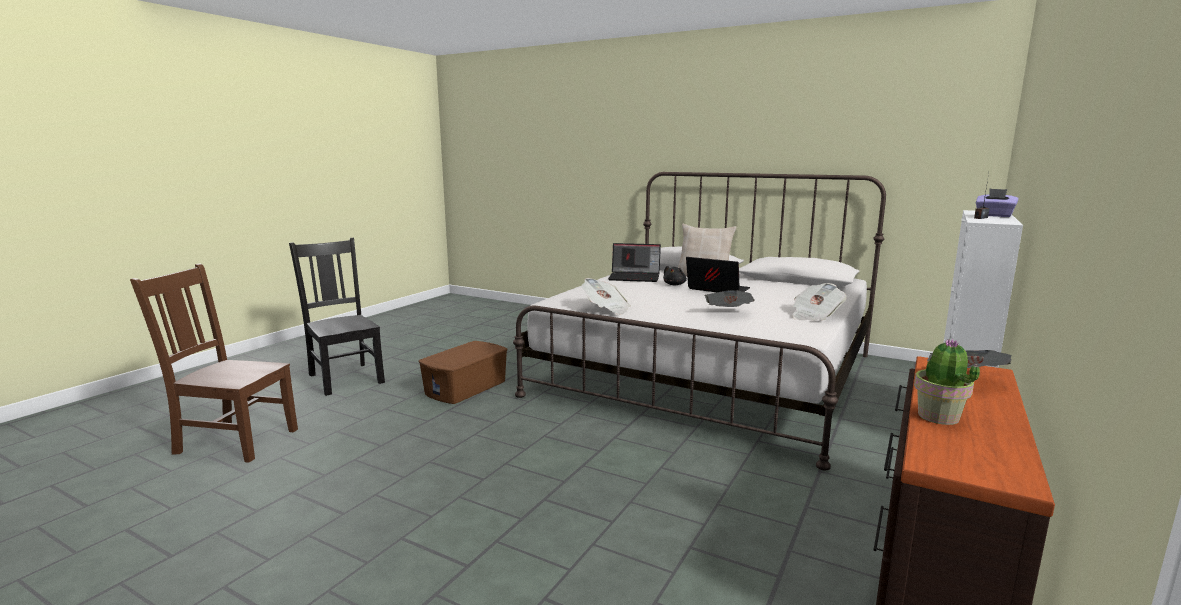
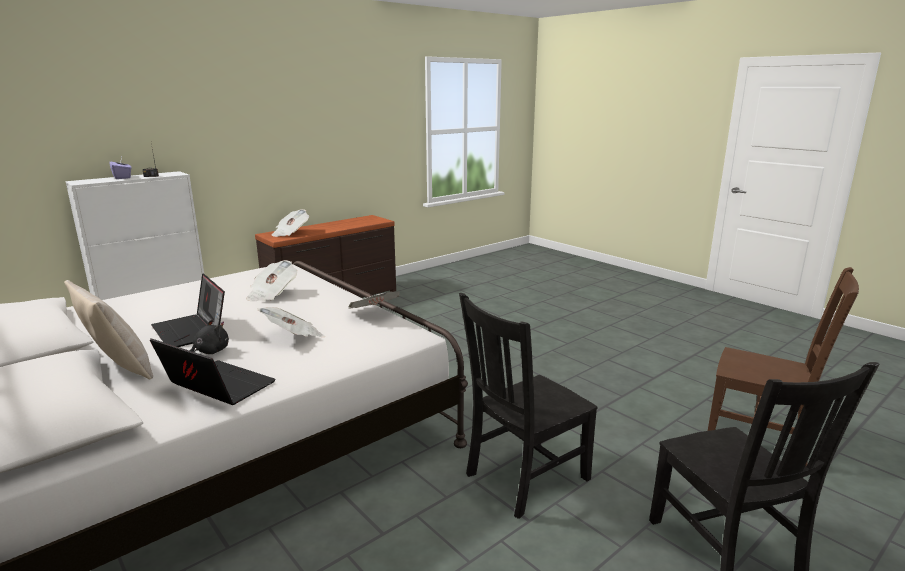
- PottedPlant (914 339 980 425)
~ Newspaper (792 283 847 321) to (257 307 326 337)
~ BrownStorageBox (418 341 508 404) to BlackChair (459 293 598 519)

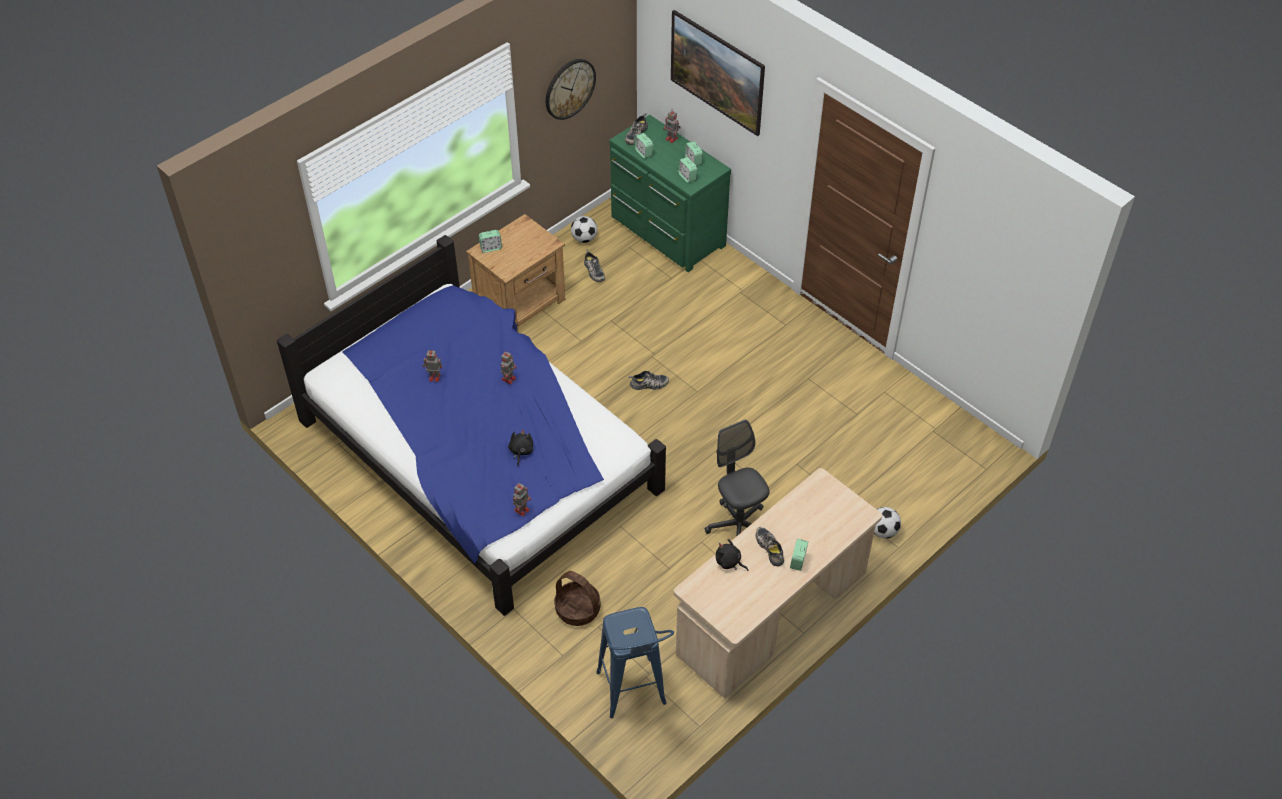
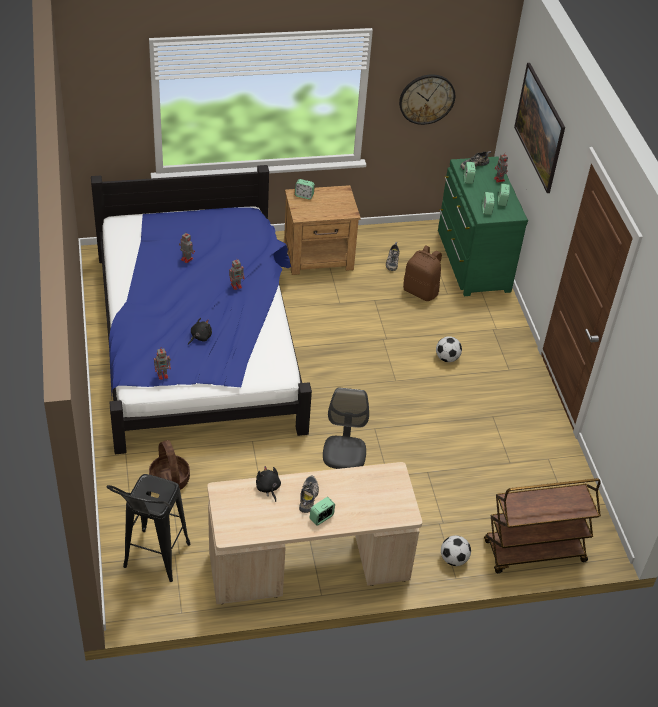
- Shoe (629 371 669 390)
+ BrownBackpack (403 245 442 301)
+ BrownCart (484 478 601 573)
~ Football (571 216 597 243) to (436 336 462 362)
~ BlueStool (596 607 674 718) to BlackStool (106 474 190 582)

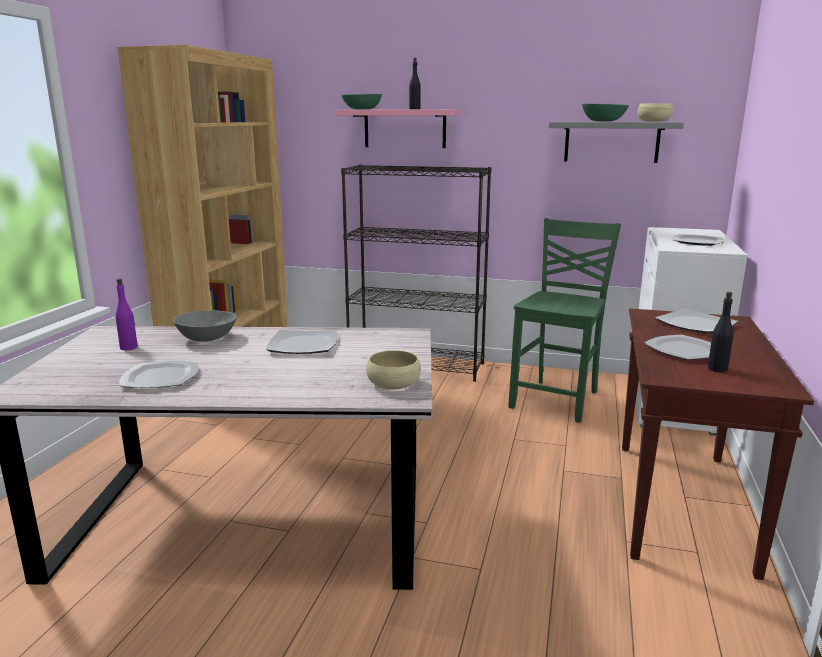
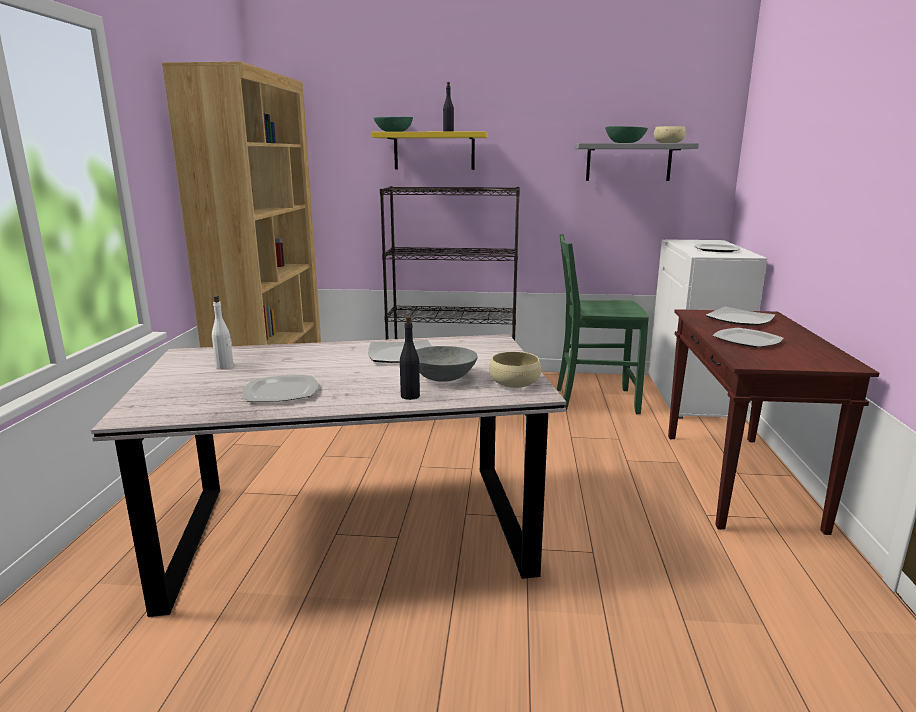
~ GreyBowl (173 310 237 342) to (416 346 478 382)
~ BlackBottle (708 292 733 372) to (400 316 420 400)
~ PurpleBottle (115 279 138 350) to WhiteBottle (212 295 234 369)
~ PinkShelf (336 109 460 148) to YellowShelf (372 131 488 170)
~ GreenChair (508 218 621 423) = (557 234 649 414) 105 degrees counterclockwise

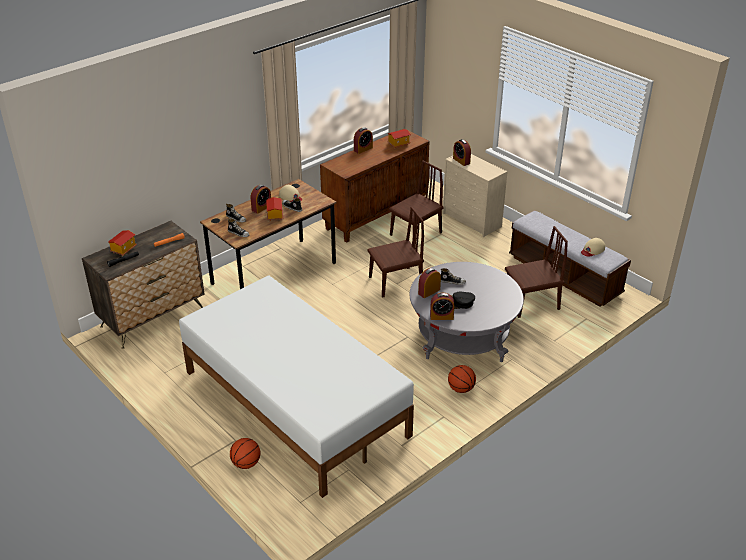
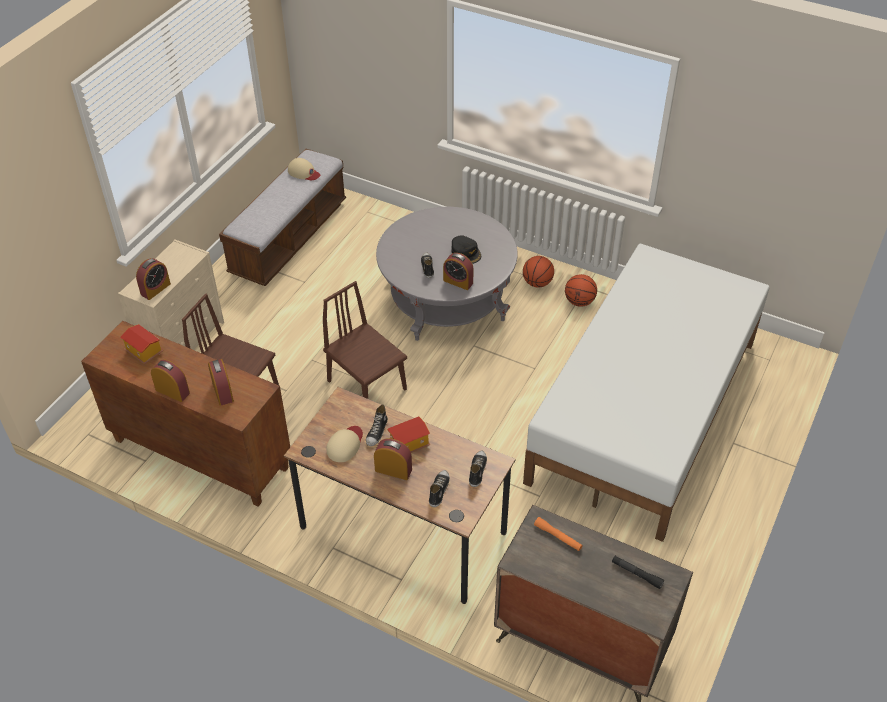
- ToyHouse (108 230 137 256)
- BrownChair (505 226 568 318)
~ Basketball (230 438 260 469) to (565 274 597 307)
~ AlarmClock (430 293 454 320) to (208 359 234 406)

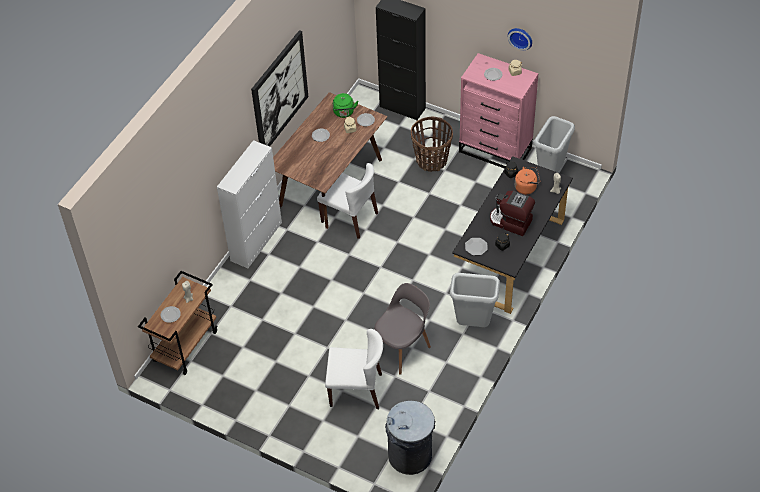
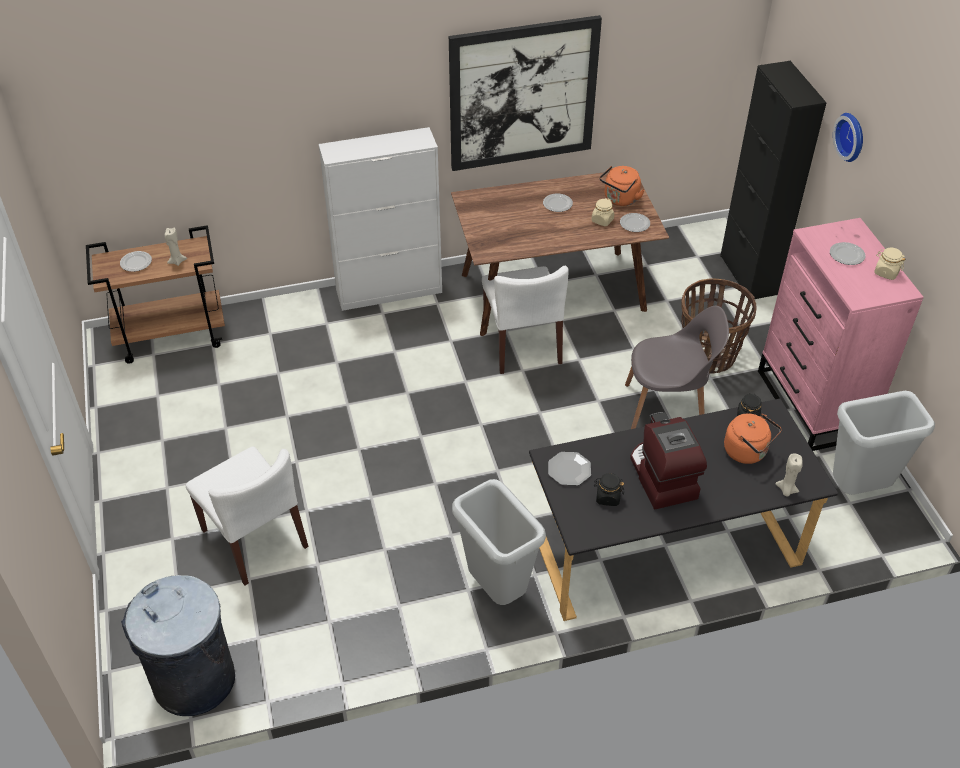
~ GreyChair (374 283 431 375) to (625 306 729 429)
~ WallClock (508 28 532 51) to (833 113 863 162)
~ GreenKettle (333 93 358 118) to OrangeKettle (600 166 645 206)

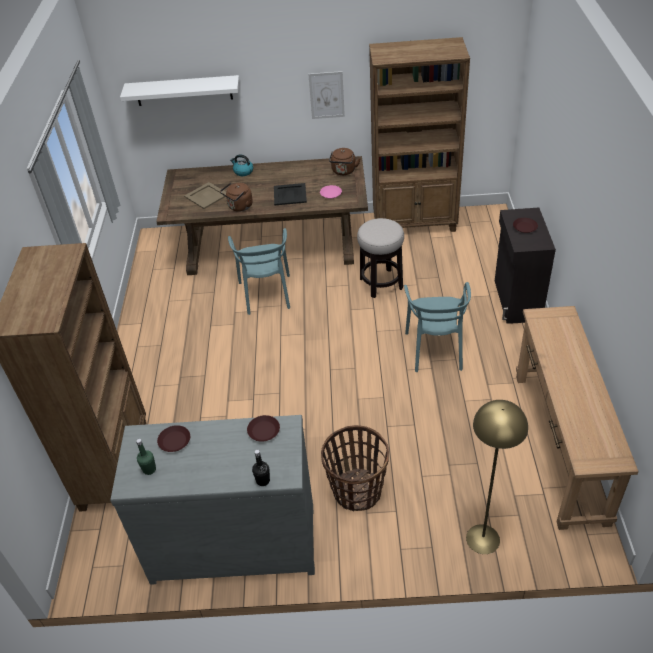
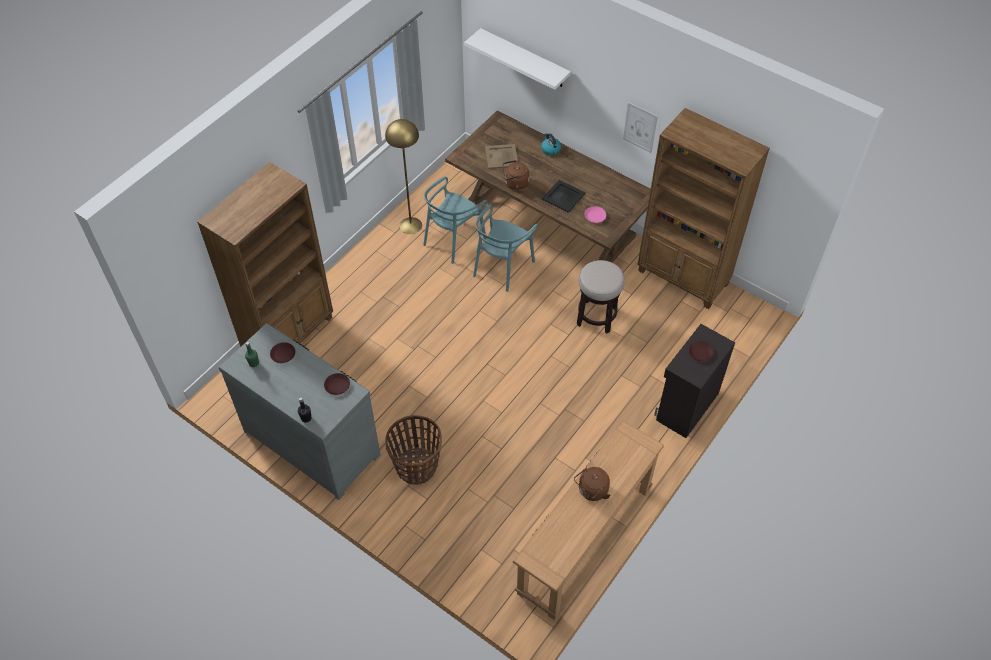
~ BrownKettle (329 148 361 175) to (574 467 611 501)
~ TurquoiseChair (404 282 471 372) to (423 177 487 264)
~ YellowFloorLamp (466 400 528 554) to (385 119 422 234)

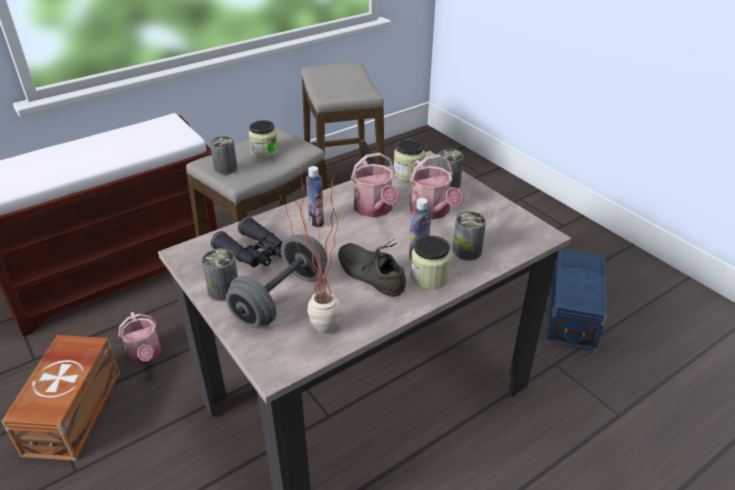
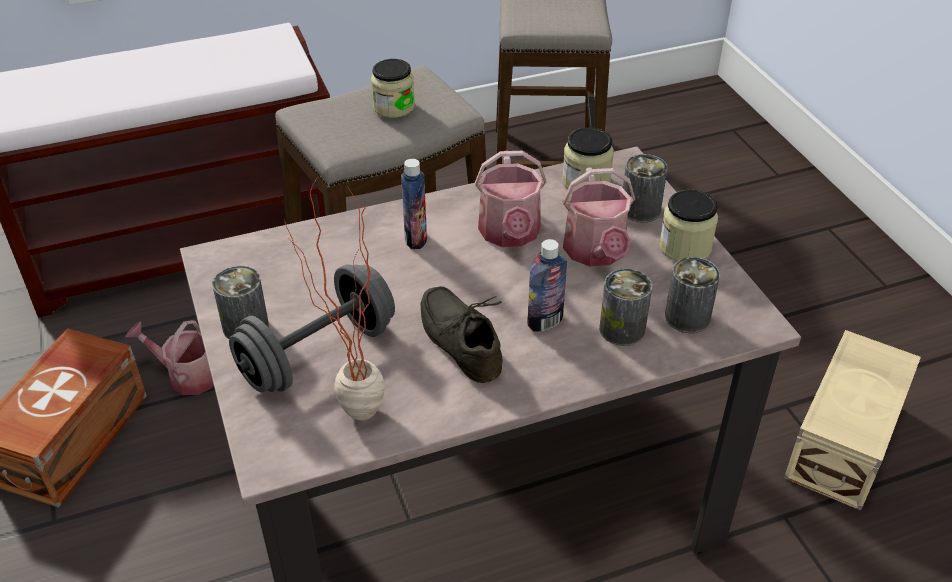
- BlackBinoculars (211 217 283 267)
~ Can (210 136 237 175) to (665 257 720 333)
~ Jar (410 236 451 290) to (659 190 718 261)
~ BlueStorageBox (546 249 607 352) to BeigeStorageBox (784 330 921 510)
~ WateringCan (118 312 161 364) = (125 320 214 395) 120 degrees clockwise

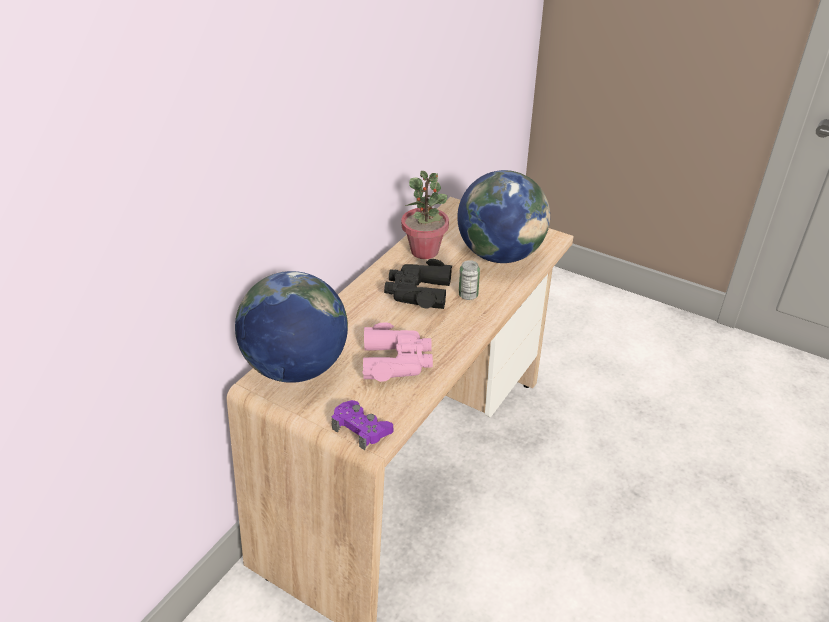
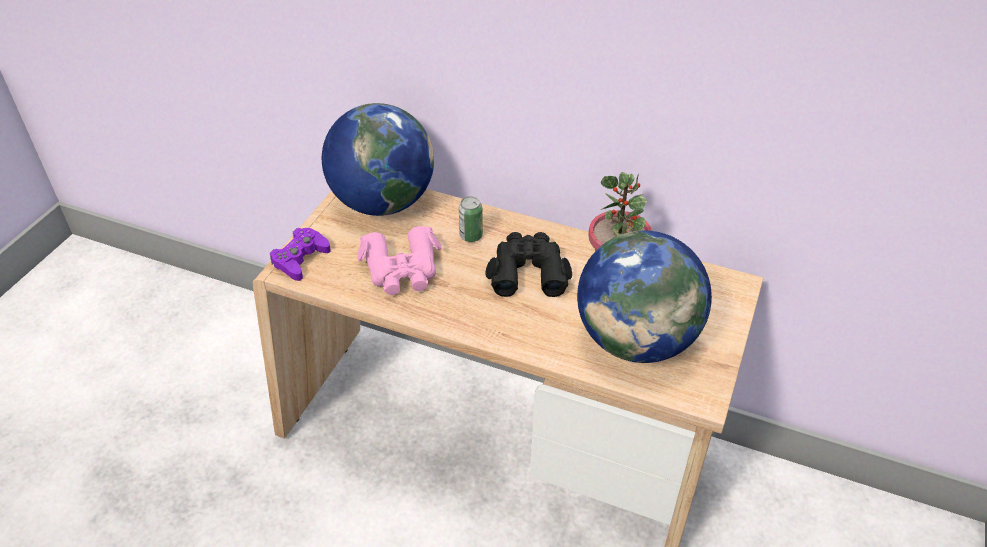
~ Can (459 260 480 300) to (459 196 483 242)

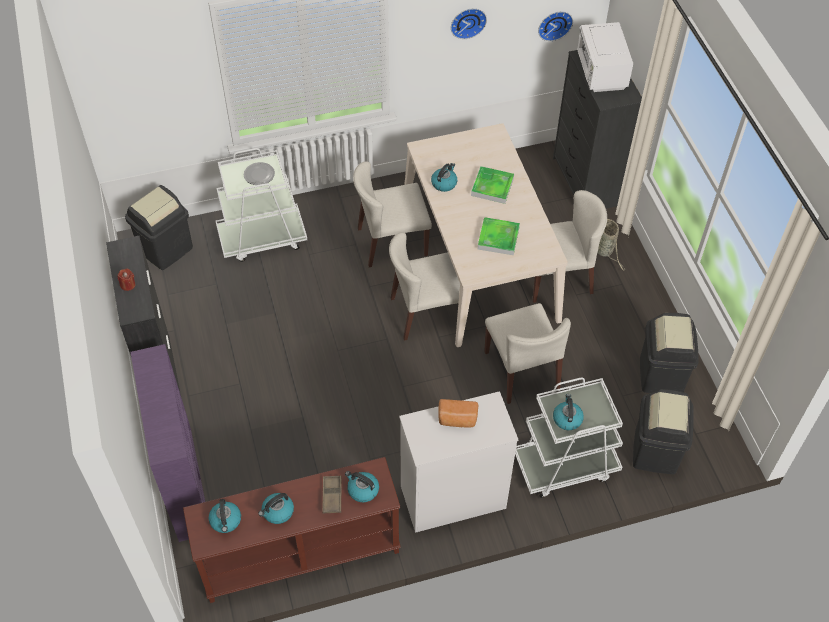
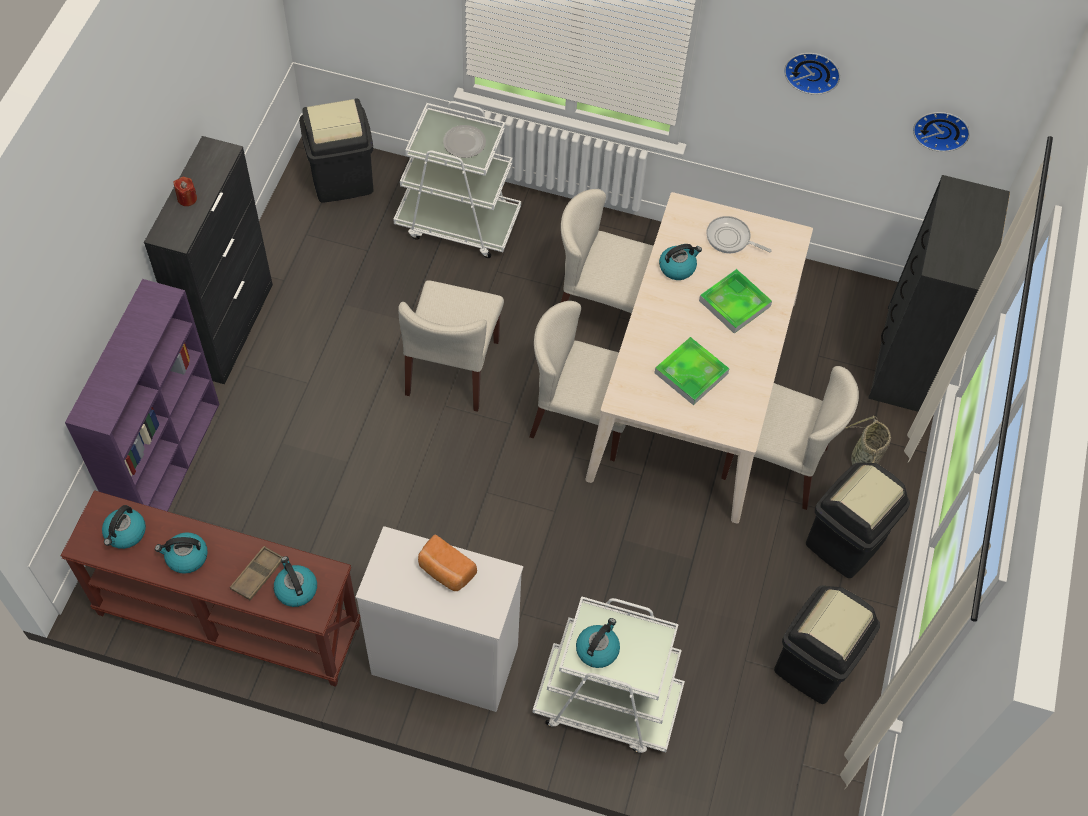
- WhiteMicrowave (577 22 633 92)
+ FryingPan (706 216 772 253)
~ BeigeChair (484 303 571 404) to (398 280 504 412)
~ BlackTrashCan (633 389 694 474) to (806 462 910 578)

